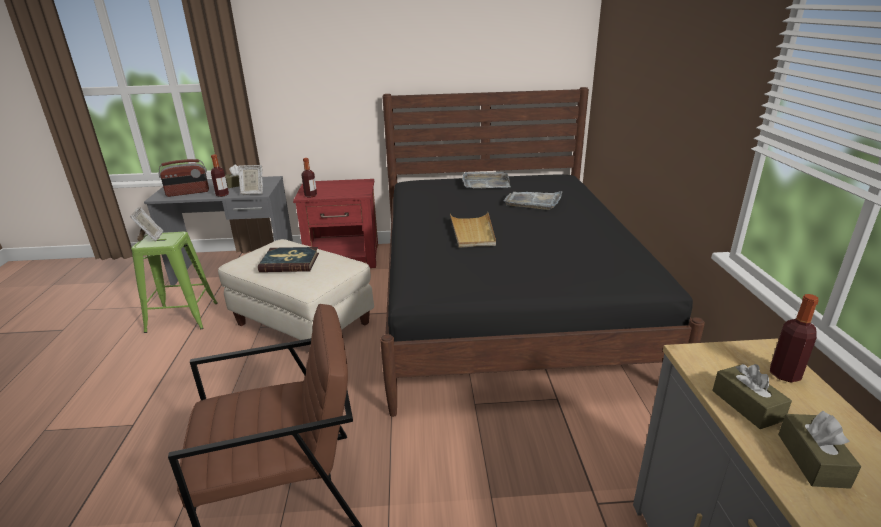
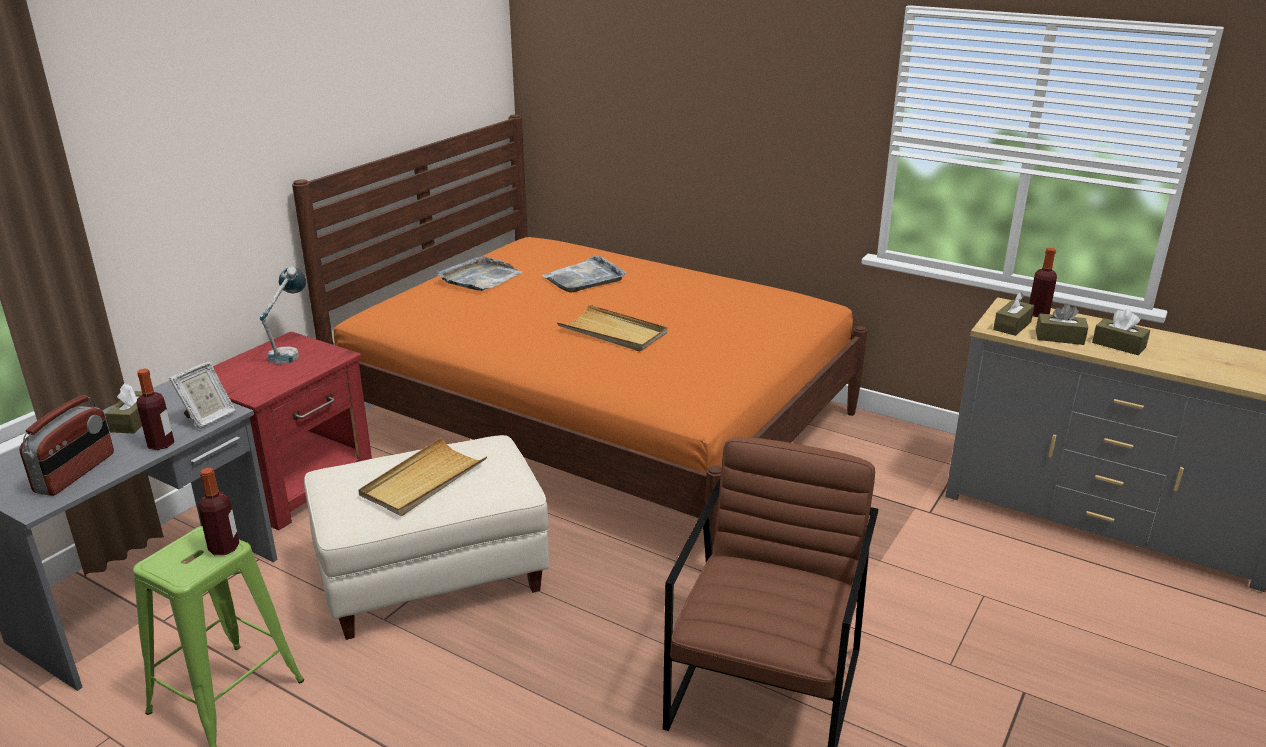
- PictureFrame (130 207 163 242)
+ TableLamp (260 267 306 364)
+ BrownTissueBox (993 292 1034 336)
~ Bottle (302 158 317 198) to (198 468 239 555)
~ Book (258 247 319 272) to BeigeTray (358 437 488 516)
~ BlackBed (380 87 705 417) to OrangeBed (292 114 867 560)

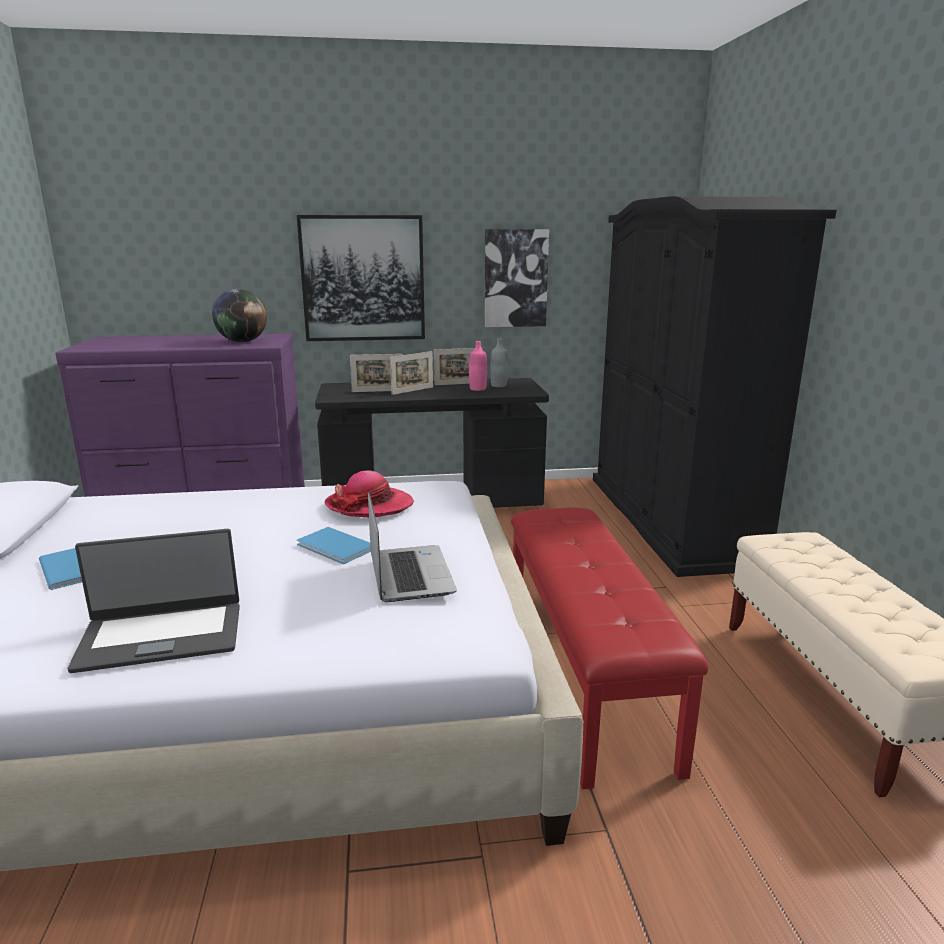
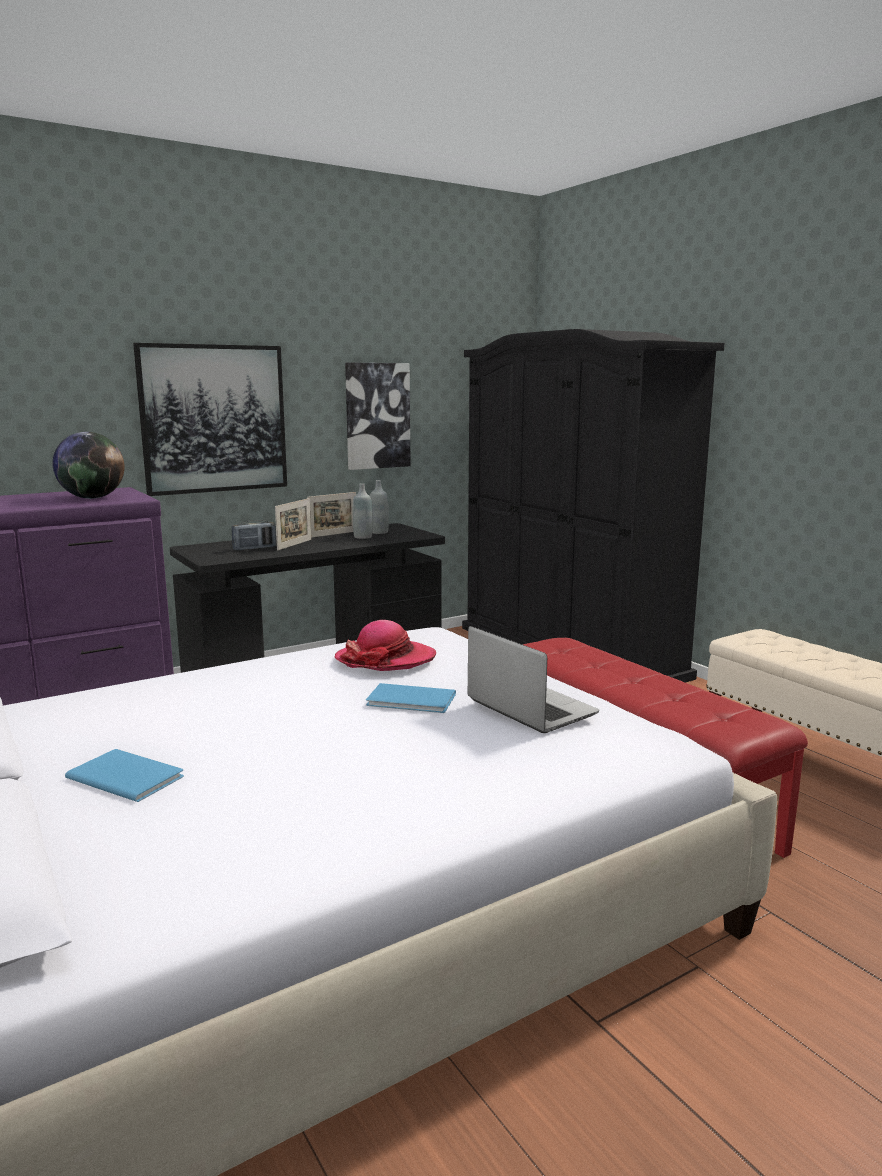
- Laptop (67 529 240 673)
~ PictureFrame (350 354 403 392) to Radio (232 520 276 551)
~ PinkBottle (469 341 487 391) to GreyBottle (353 483 373 539)

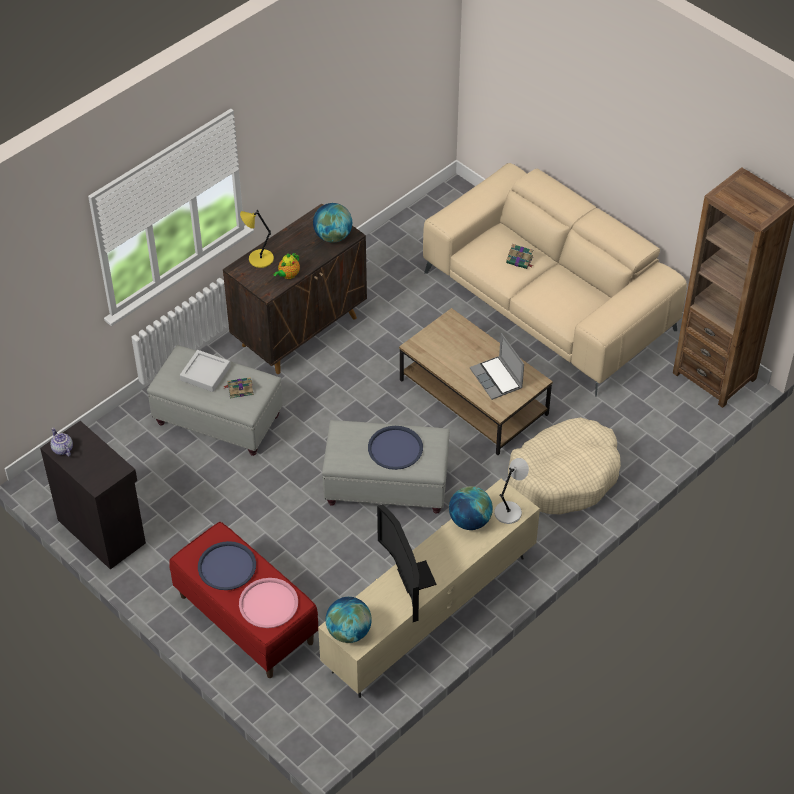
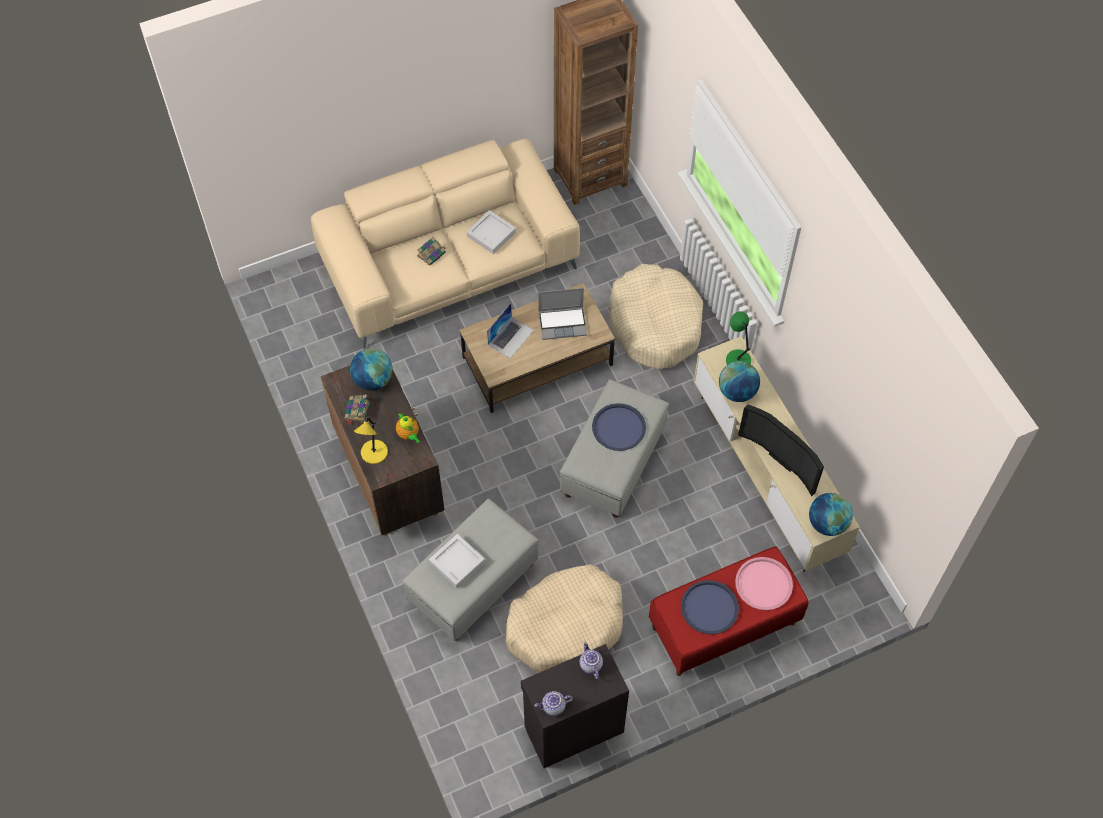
+ GreyTray (467 210 516 254)
+ Laptop (487 303 534 358)
+ BeigeDogBed (505 564 623 672)
+ Teapot (580 641 603 679)
~ Book (224 377 254 398) to (344 394 370 425)
~ GreyTableLamp (494 458 529 524) to GreenTableLamp (726 311 751 365)
~ Television (377 504 437 622) = (738 404 824 496) 45 degrees clockwise

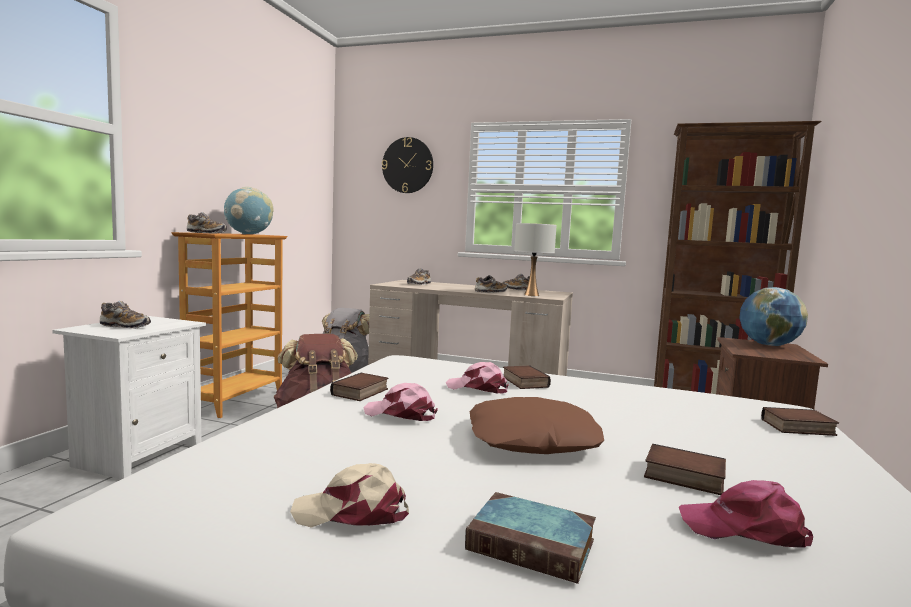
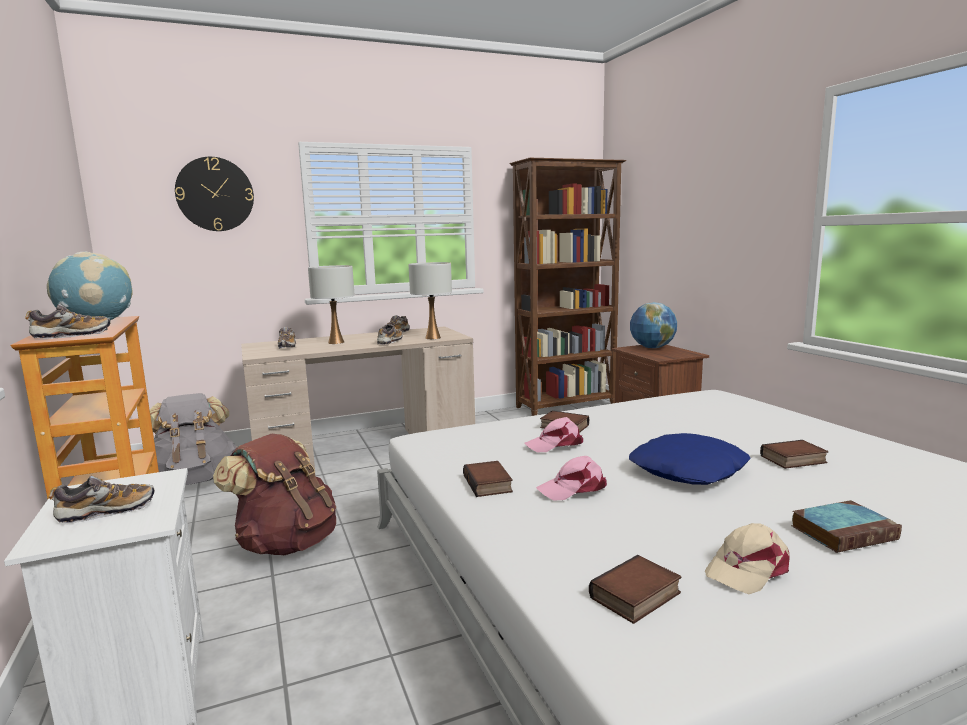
- PinkCap (679 480 813 548)
+ WhiteTableLamp (308 265 355 344)
~ Book (761 407 839 436) to (589 555 681 624)
~ BrownPillow (470 397 604 454) to BluePillow (629 433 751 485)

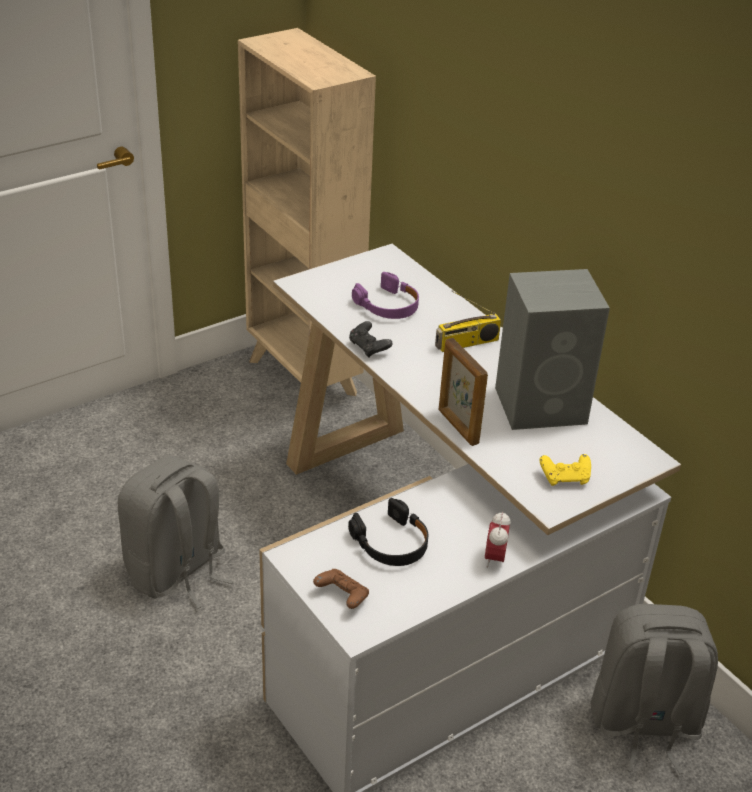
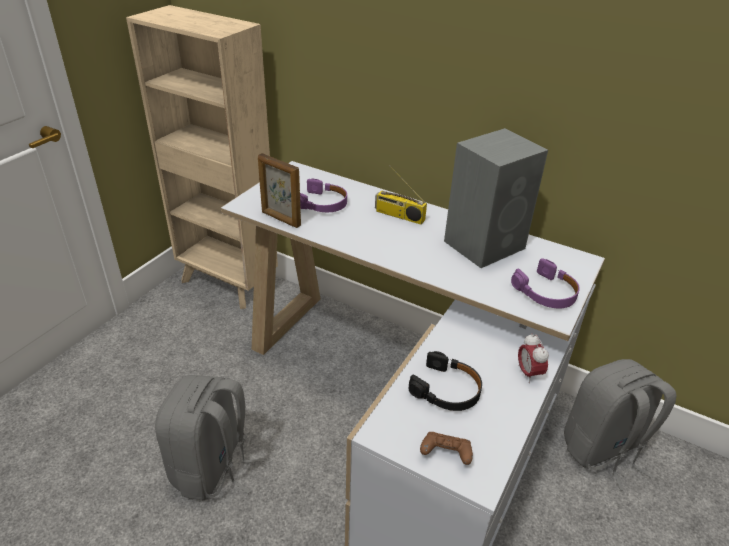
- BlackGameController (349 321 393 358)
~ PictureFrame (439 338 488 446) to (258 153 301 228)
~ YellowGameController (539 454 591 486) to PurpleHeadphones (511 258 580 309)
~ Radio (435 291 501 352) = (375 165 427 225) 75 degrees clockwise

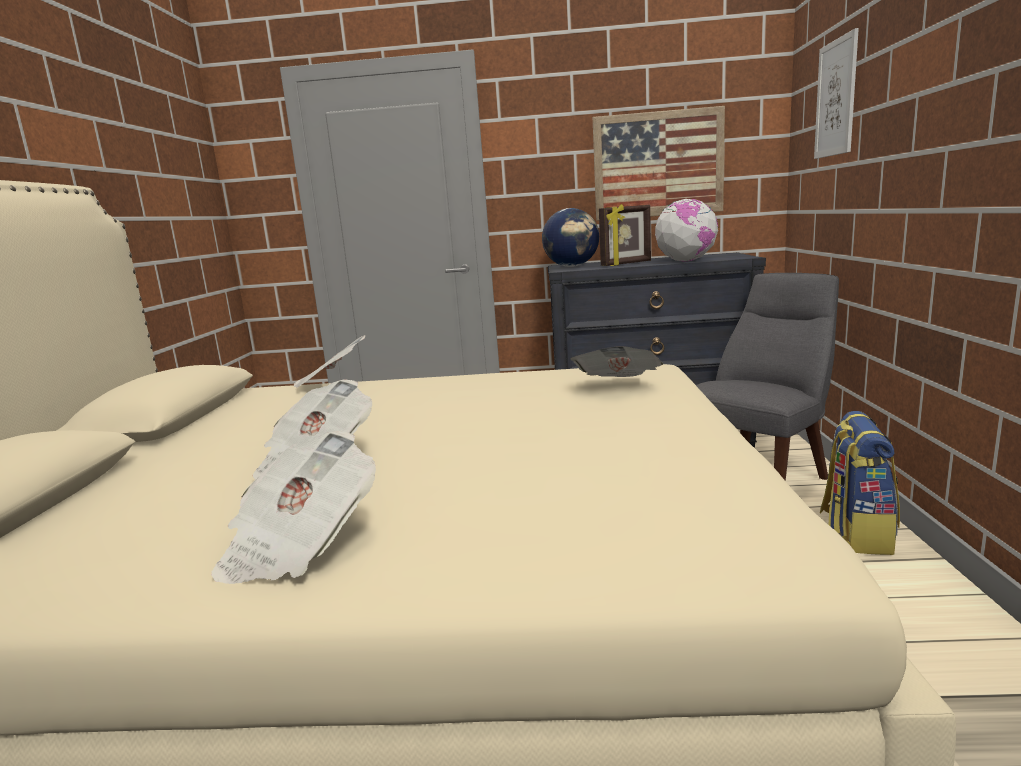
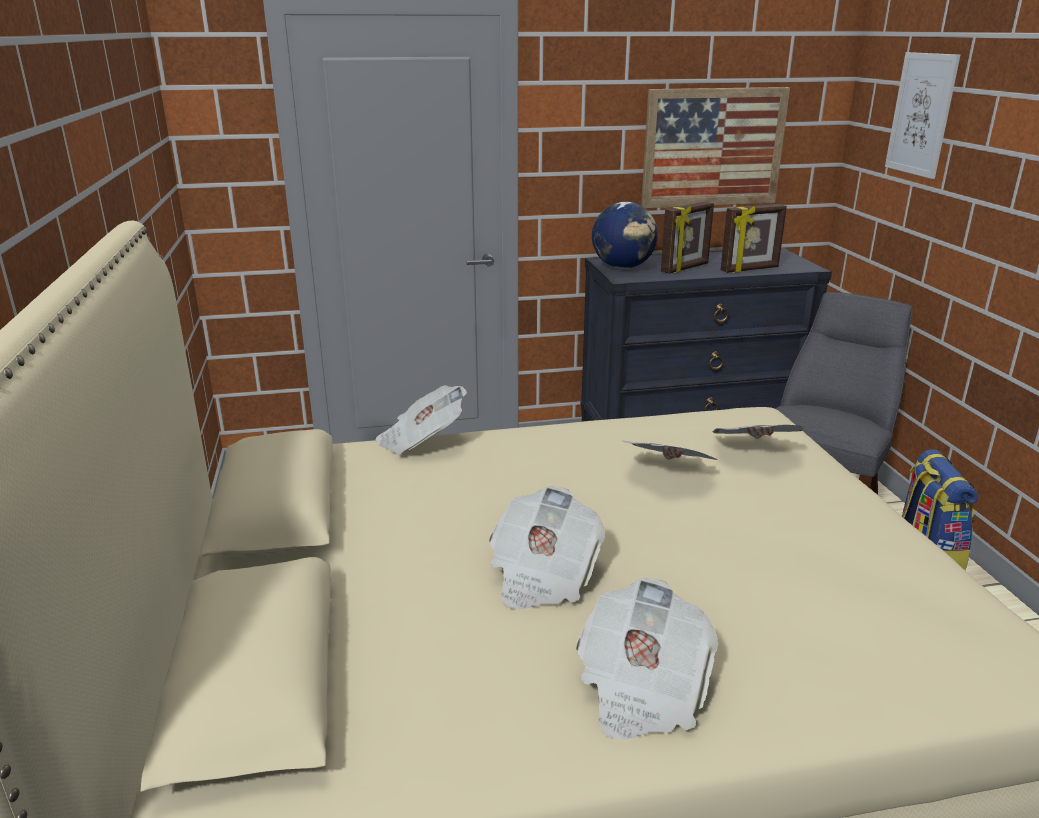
+ Newspaper (623 441 718 460)
~ Globe (655 199 718 261) to PictureFrame (720 204 787 273)

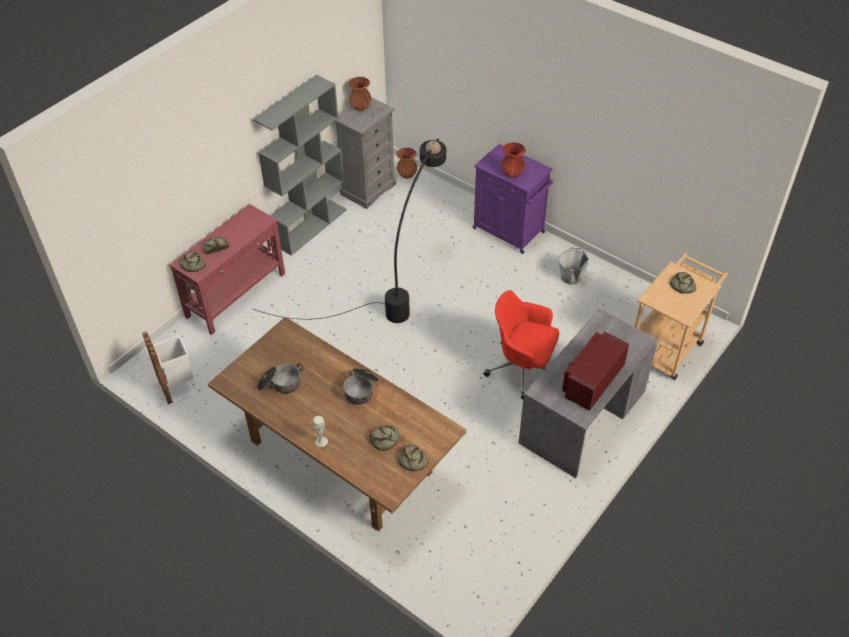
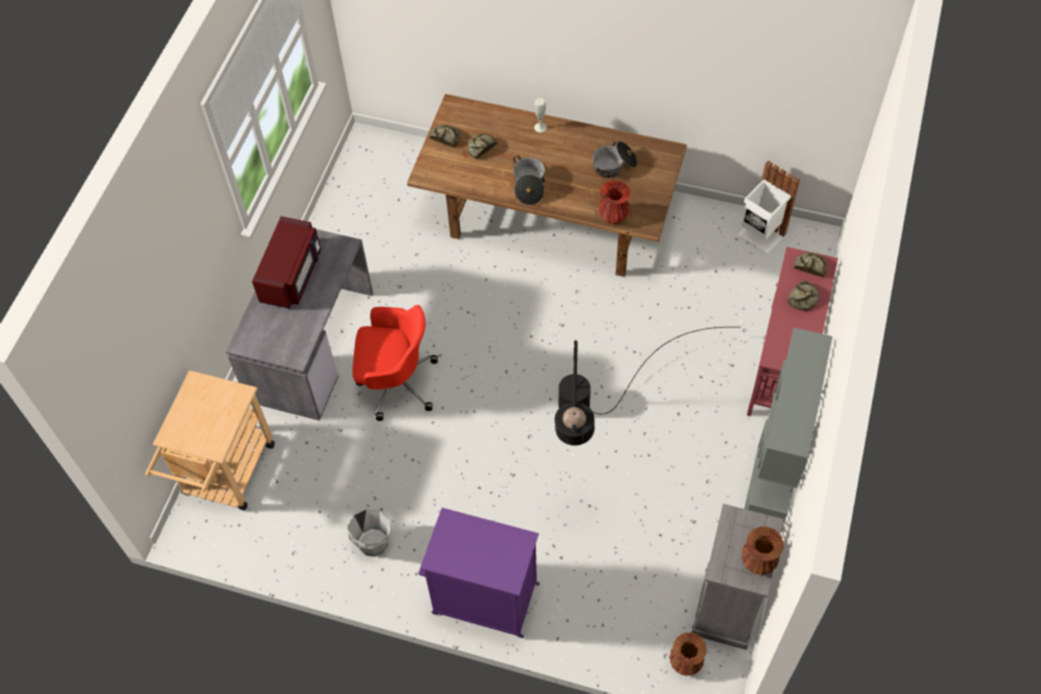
- Bread (670 272 696 294)
~ RedVase (501 142 526 178) to (599 180 631 224)

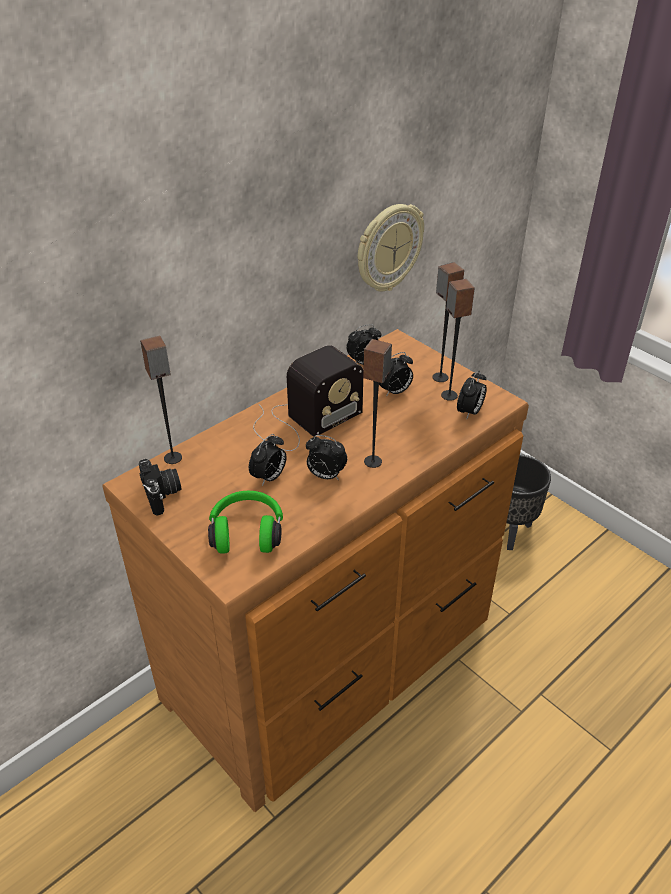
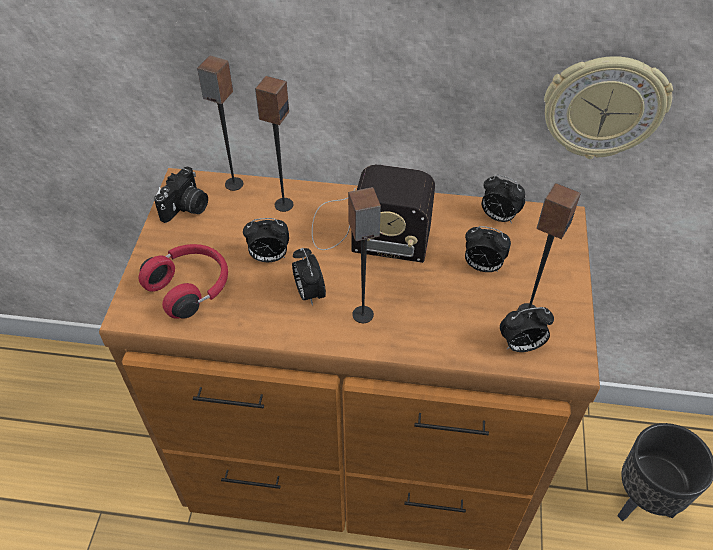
~ Speaker (432 262 464 382) to (255 76 293 212)
~ GreenHeadphones (208 491 283 554) to RedHeadphones (139 244 228 319)

